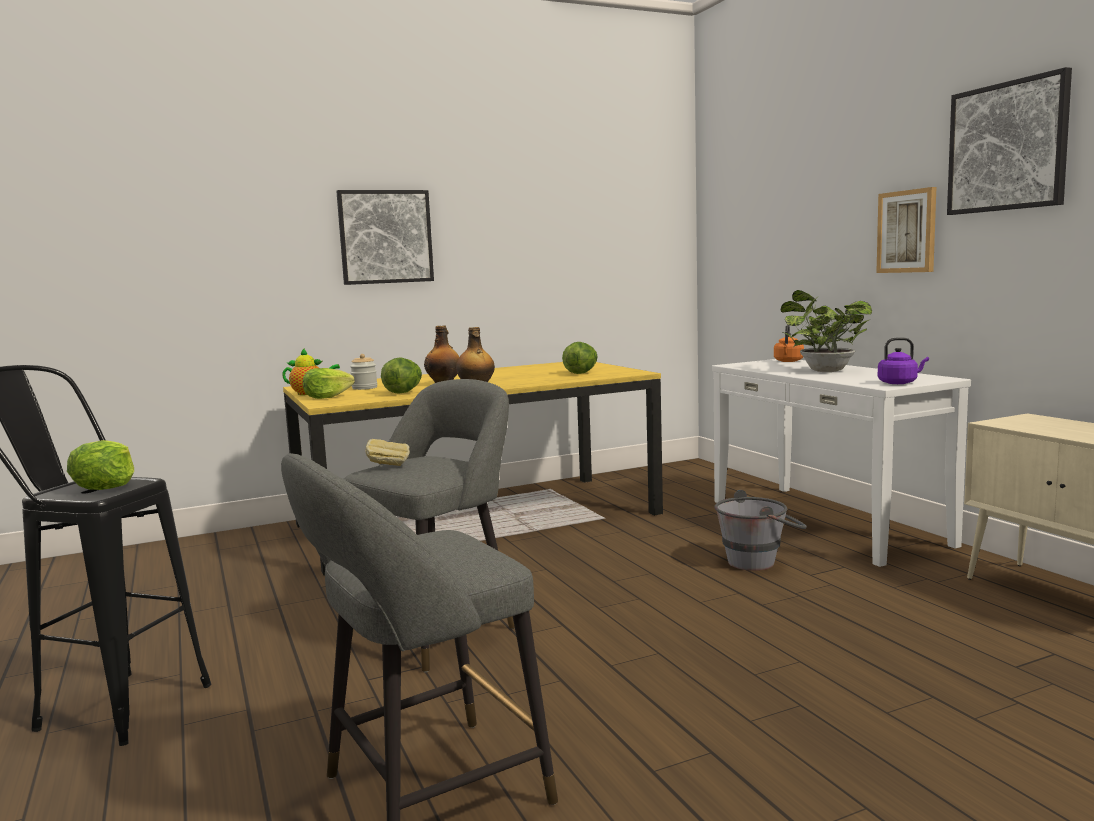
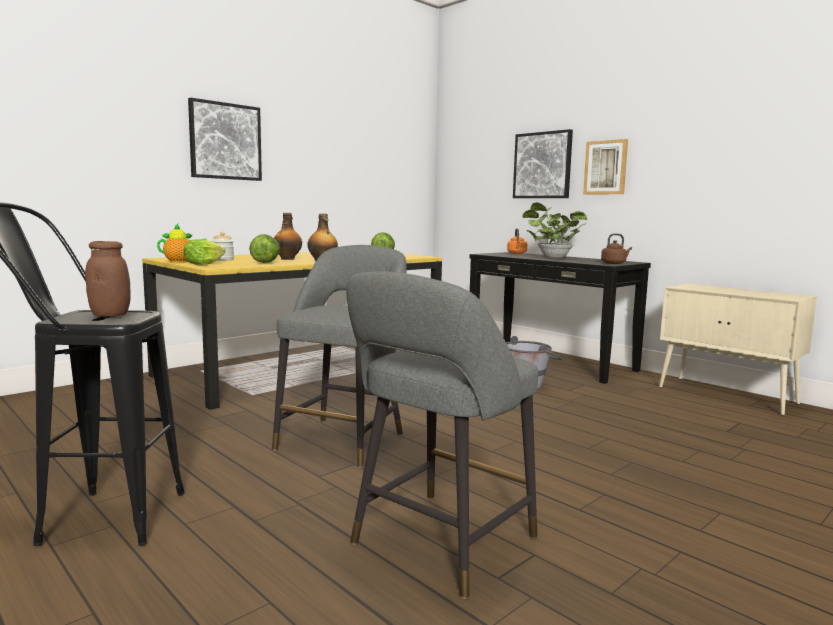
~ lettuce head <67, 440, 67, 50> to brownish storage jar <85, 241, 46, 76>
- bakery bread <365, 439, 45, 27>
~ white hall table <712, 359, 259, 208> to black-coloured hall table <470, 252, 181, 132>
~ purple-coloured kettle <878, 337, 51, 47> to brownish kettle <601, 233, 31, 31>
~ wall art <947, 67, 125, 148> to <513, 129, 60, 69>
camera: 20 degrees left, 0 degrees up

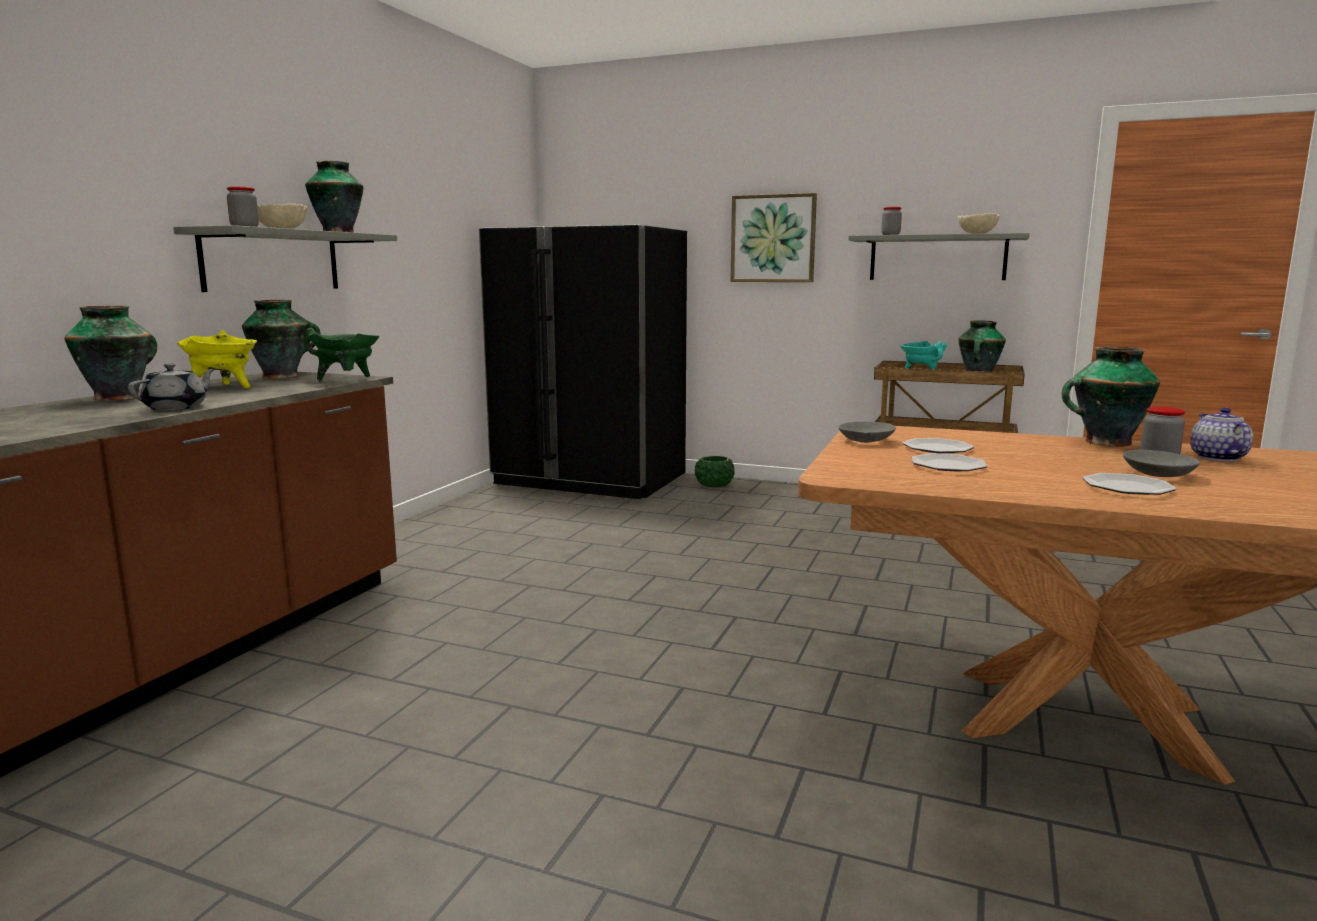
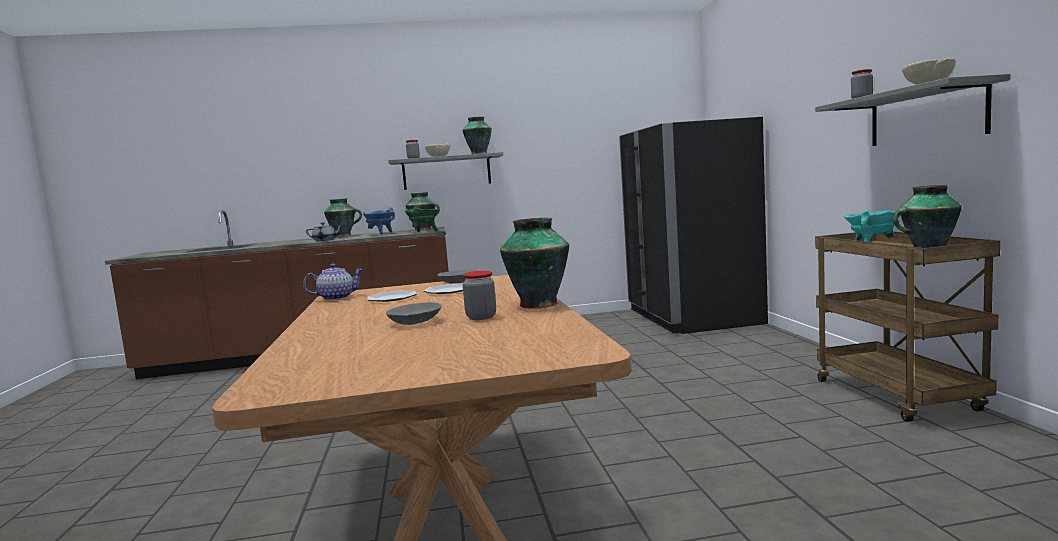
~ yellow-coloured cooking pot <177, 330, 80, 59> to blue cooking pot <363, 208, 32, 26>
- green-coloured planter <695, 456, 40, 31>
- wall art <730, 193, 87, 89>
- flat dish <1082, 473, 95, 22>
~ teapot <1190, 407, 63, 55> to <303, 264, 61, 36>
camera: 60 degrees right, 5 degrees down

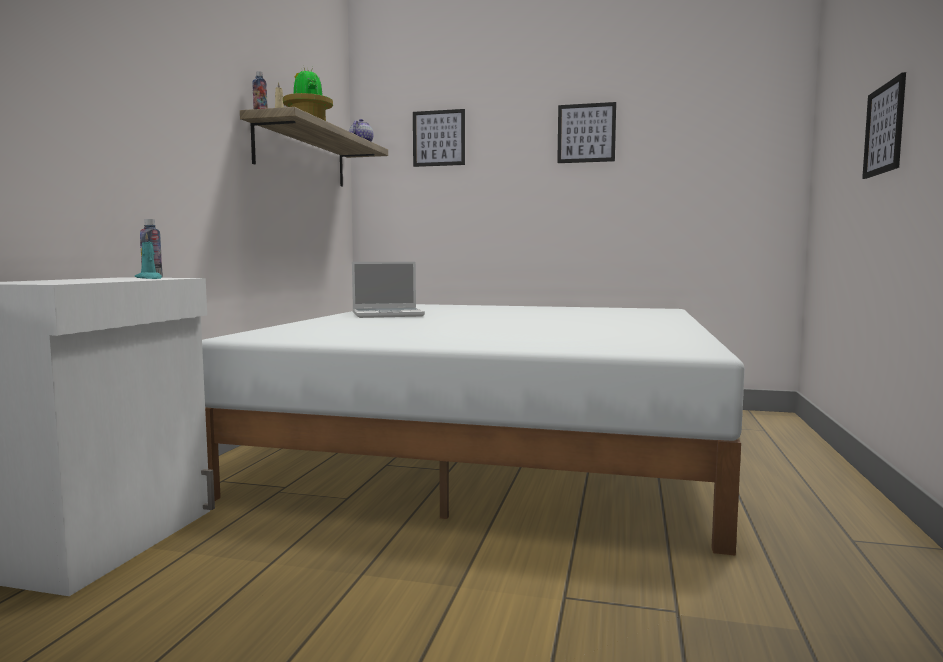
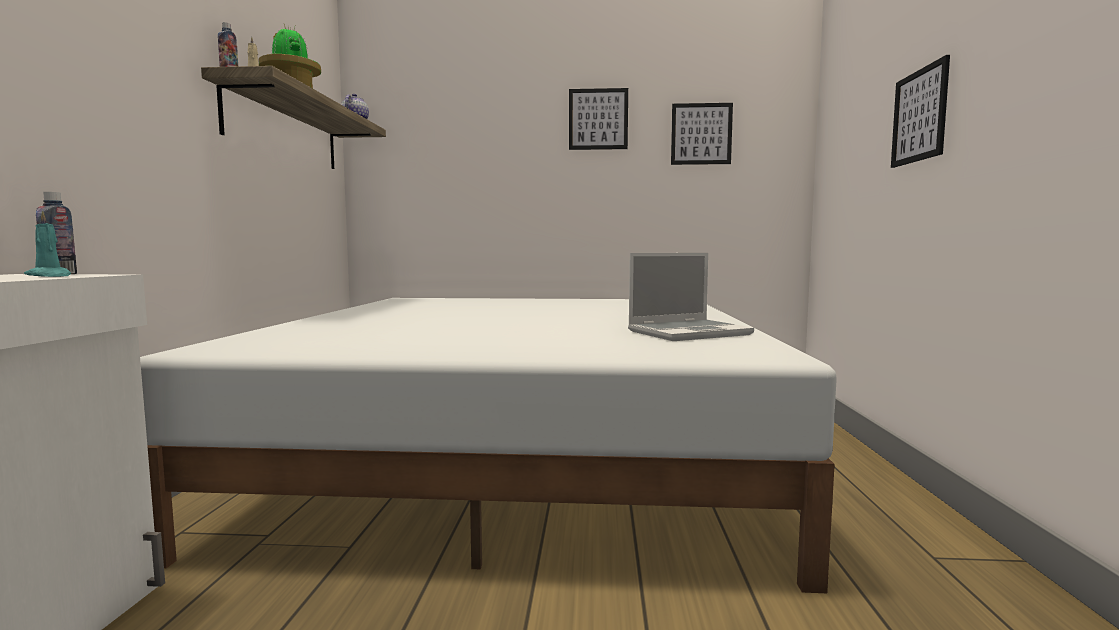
~ notebook computer <352, 262, 73, 56> to <628, 253, 126, 88>
~ wall art <413, 109, 52, 58> to <671, 103, 62, 62>
camera: 10 degrees left, 0 degrees up

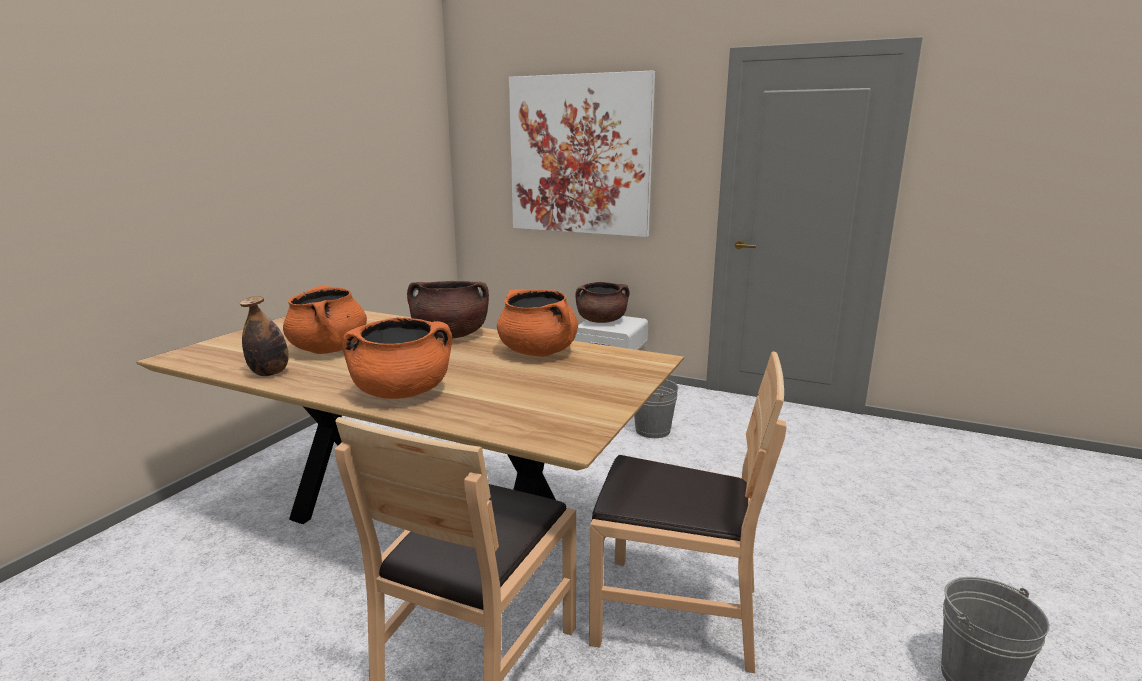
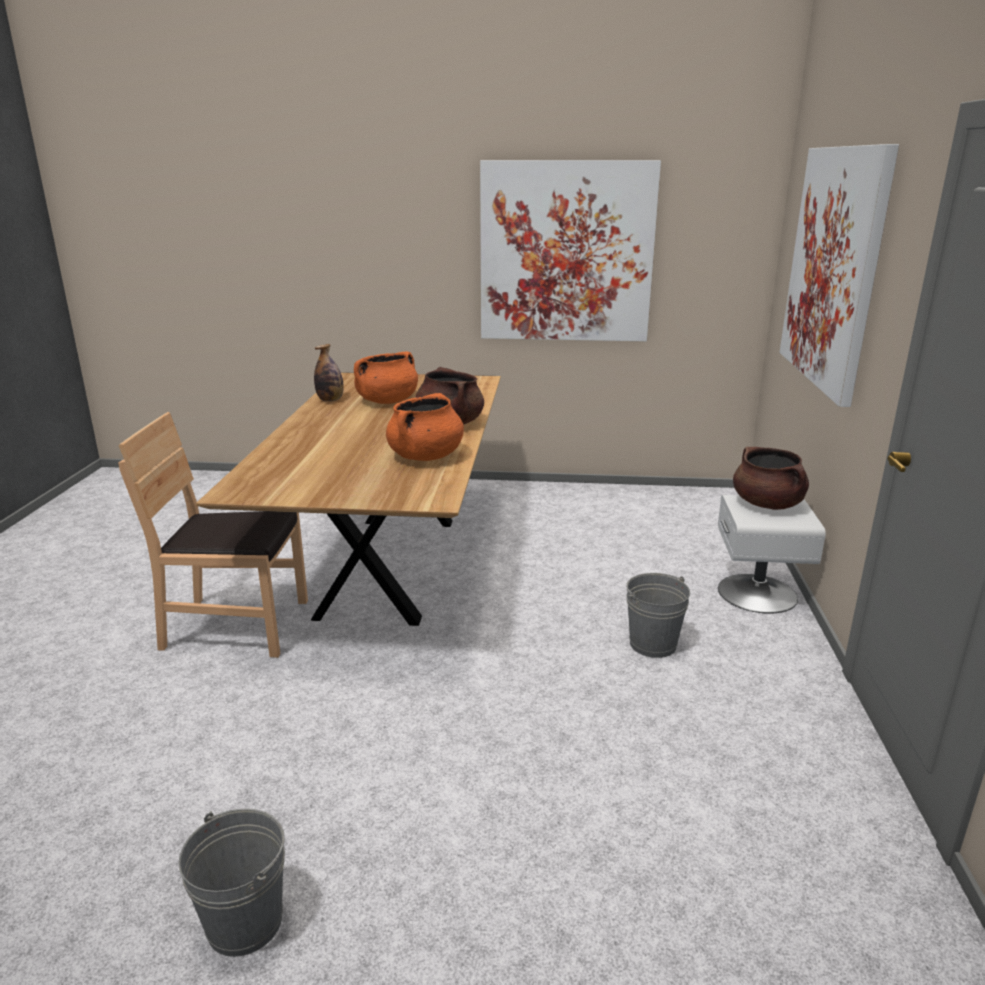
- orangey cooking pot <342, 317, 110, 82>
- brownish upright chair <589, 352, 197, 321>
+ wall art <480, 160, 181, 181>
camera: 70 degrees right, 5 degrees up

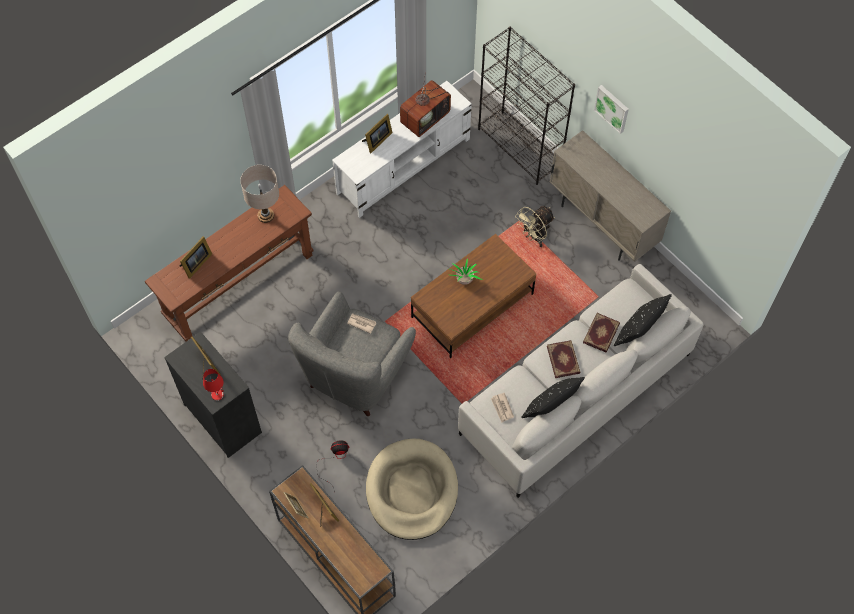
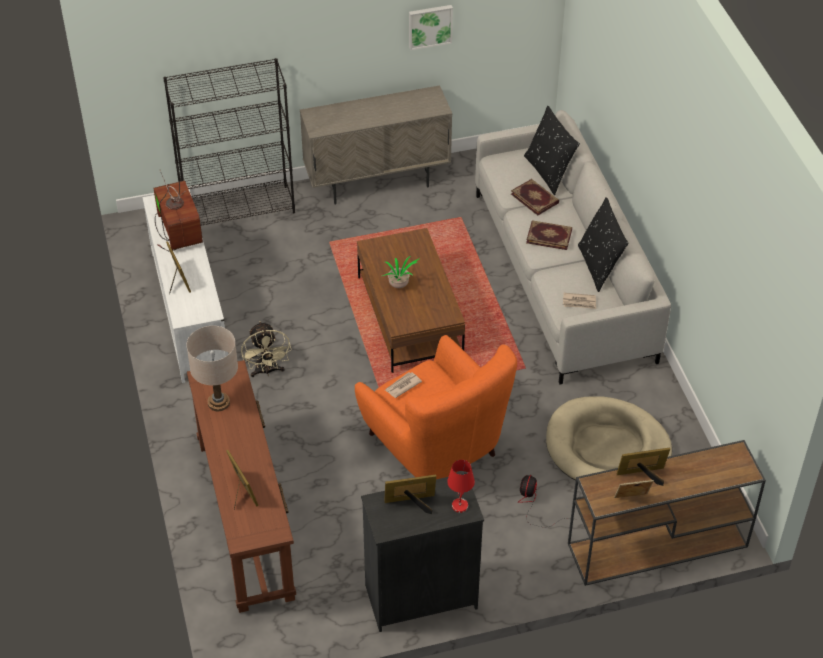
~ greyish lounge chair <288, 291, 128, 125> to orangey lounge chair <355, 335, 162, 144>
~ beige-coloured cooling fan <515, 206, 40, 41> to <241, 321, 50, 56>
~ wall art <594, 85, 35, 49> to <409, 5, 44, 45>
camera: 65 degrees left, 15 degrees down

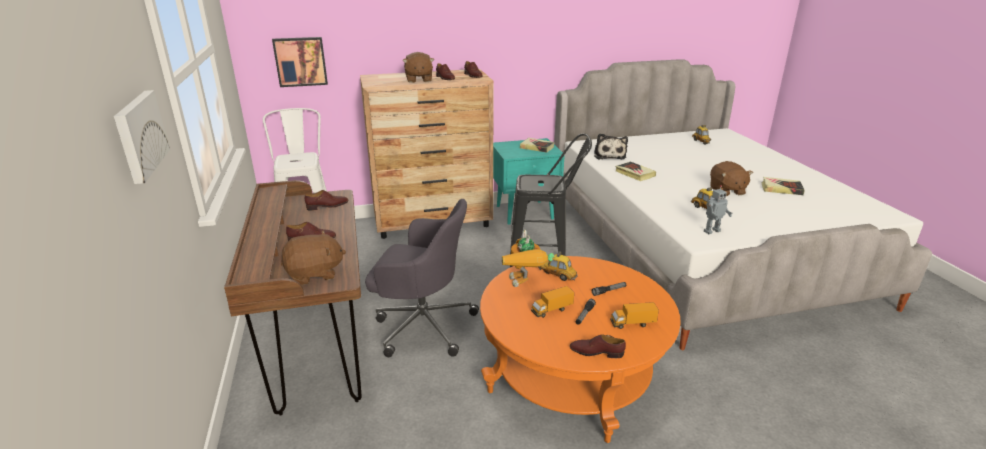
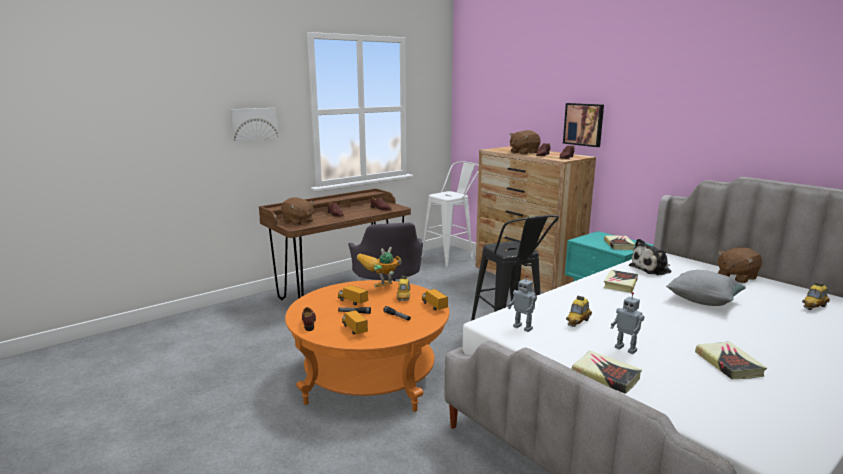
~ wall art <272, 37, 56, 50> to <563, 103, 41, 44>
~ brownish plush toy <710, 161, 43, 35> to <717, 247, 45, 36>
+ model truck <422, 289, 26, 21>
+ bound book <572, 351, 70, 43>
+ toy robot <611, 292, 33, 62>
+ greyish throw pillow <666, 270, 80, 36>
camera: 65 degrees right, 10 degrees down

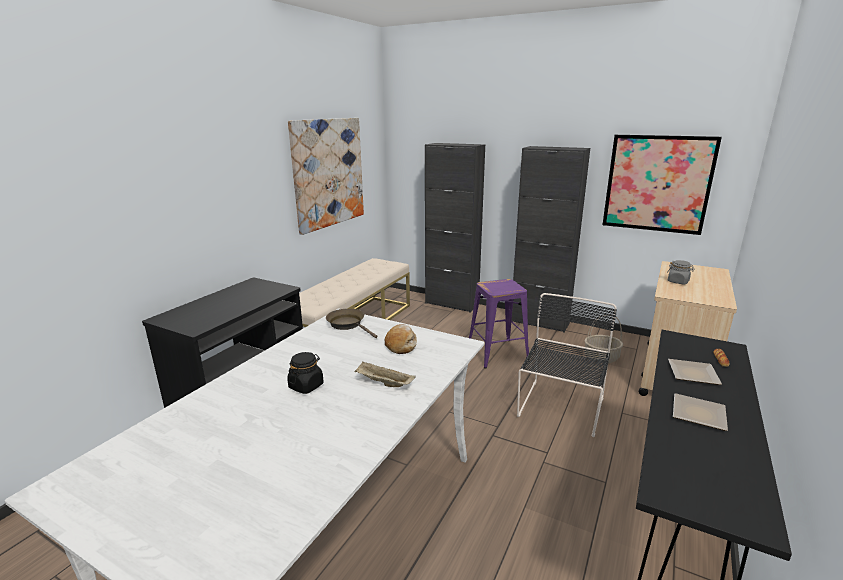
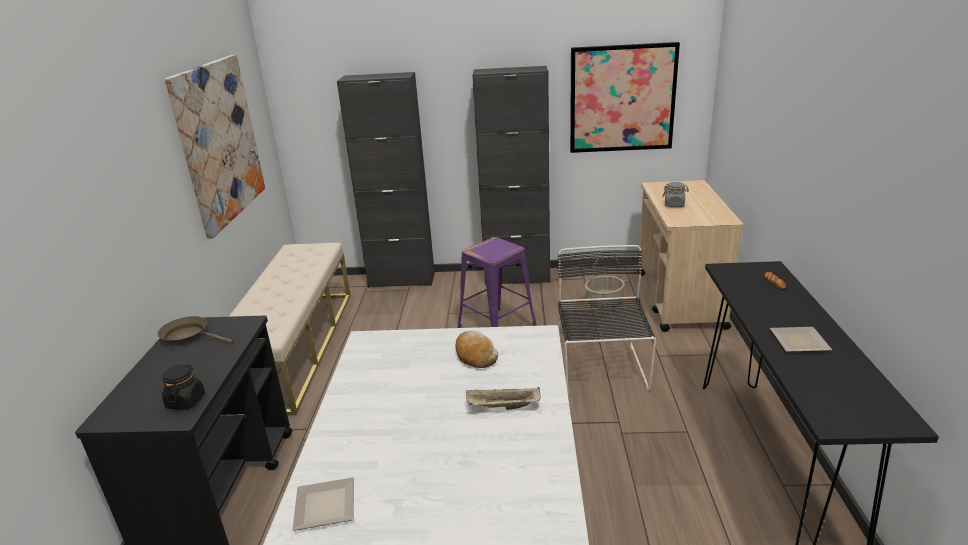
~ black-coloured storage jar <287, 352, 37, 42> to <162, 364, 43, 45>
~ brownish pan <326, 309, 51, 29> to <158, 316, 75, 30>
~ flat dish <668, 359, 54, 26> to <293, 477, 61, 54>
camera: 25 degrees left, 5 degrees up

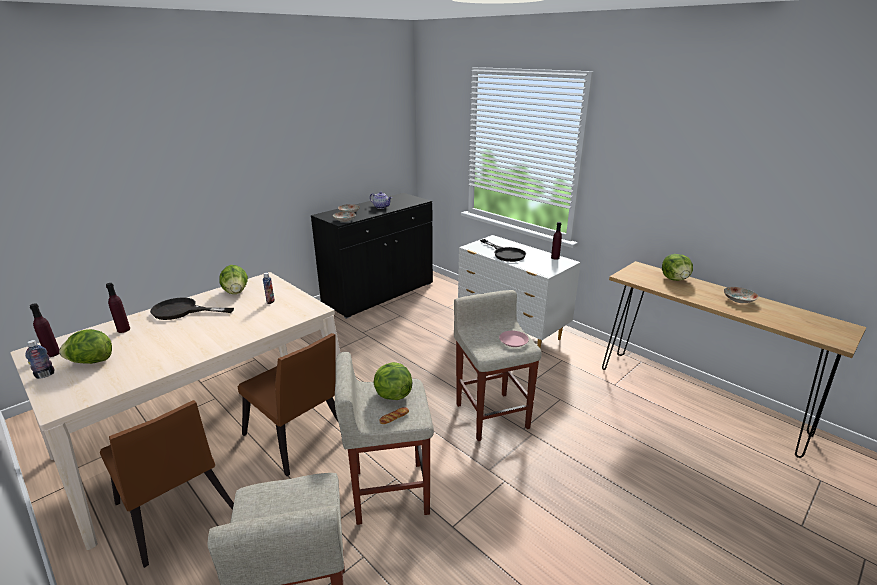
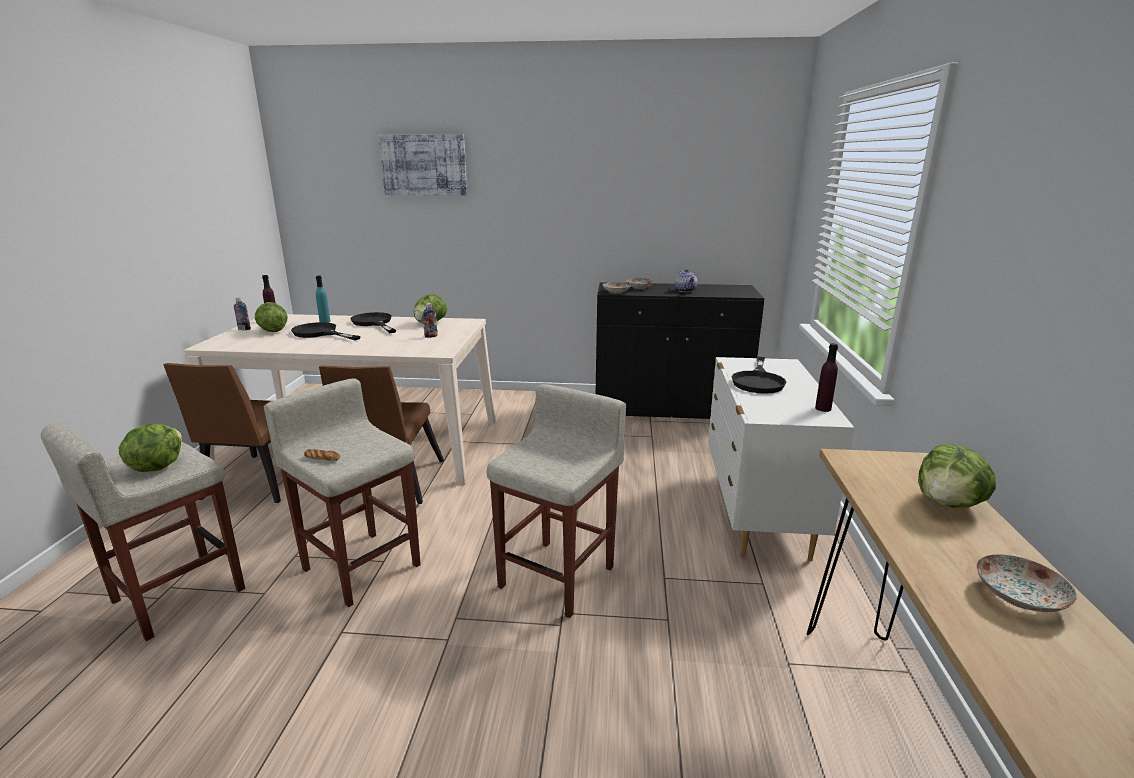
~ purple-coloured drink bottle <106, 283, 24, 50> to turquoise-coloured drink bottle <316, 276, 15, 47>
~ lettuce head <373, 362, 40, 38> to <119, 424, 63, 48>
- pink-coloured flat dish <499, 331, 30, 16>
+ black-coloured pan <291, 322, 70, 18>
+ wall art <379, 135, 88, 61>
camera: 50 degrees right, 5 degrees down

